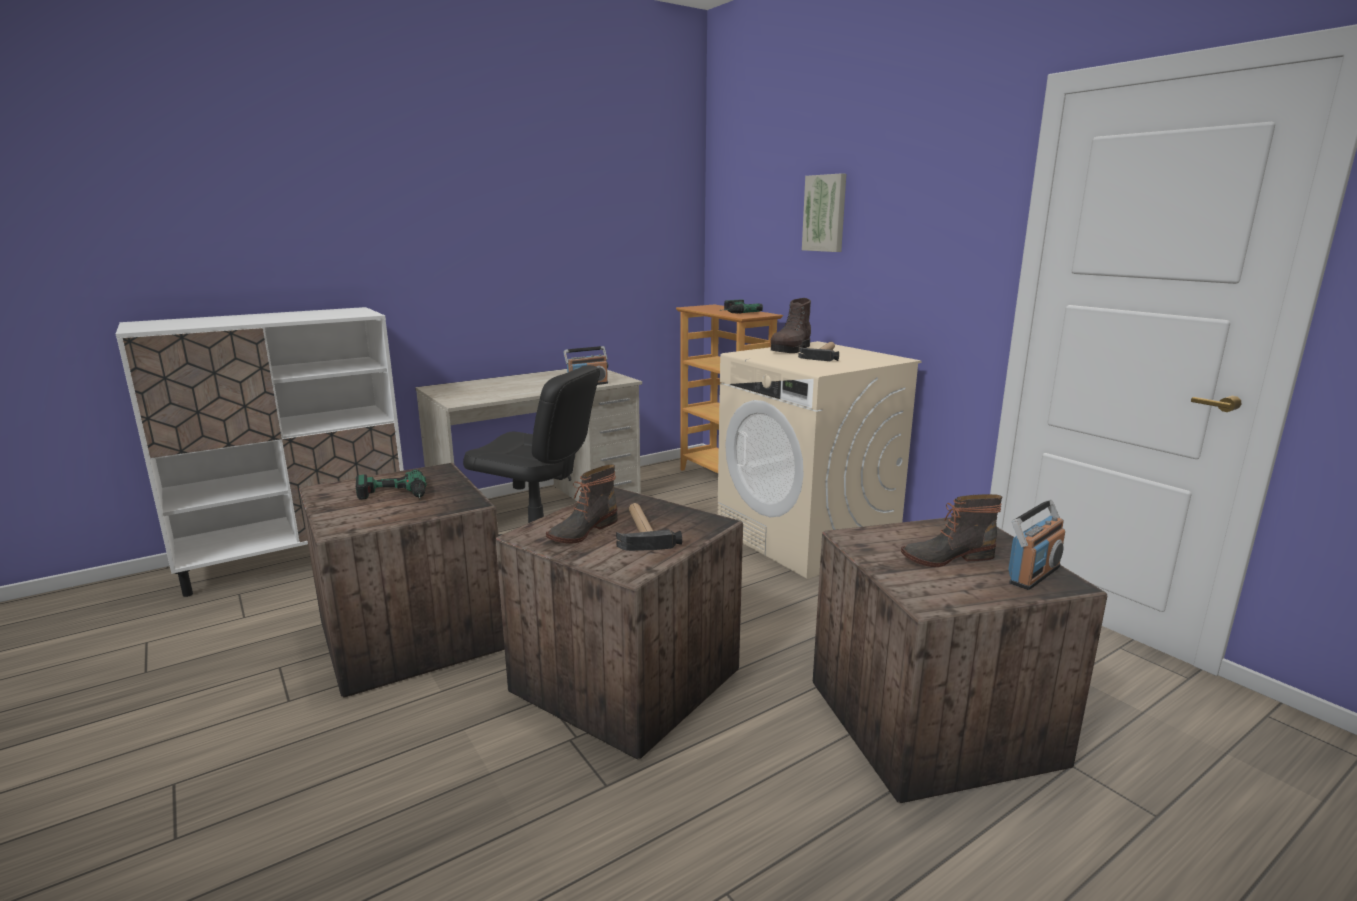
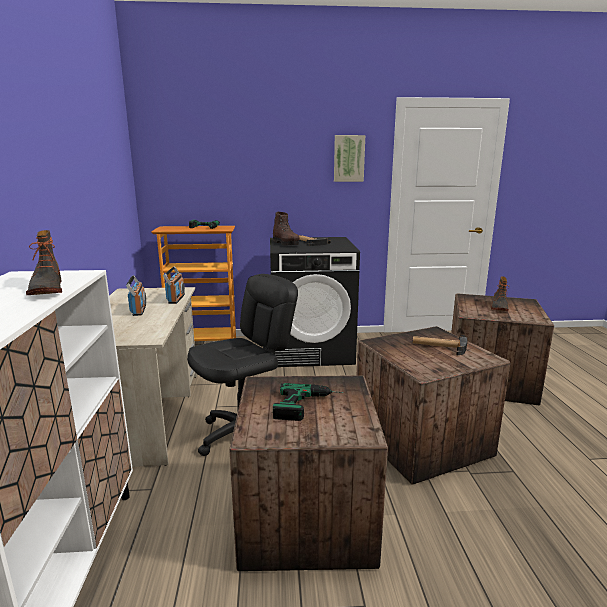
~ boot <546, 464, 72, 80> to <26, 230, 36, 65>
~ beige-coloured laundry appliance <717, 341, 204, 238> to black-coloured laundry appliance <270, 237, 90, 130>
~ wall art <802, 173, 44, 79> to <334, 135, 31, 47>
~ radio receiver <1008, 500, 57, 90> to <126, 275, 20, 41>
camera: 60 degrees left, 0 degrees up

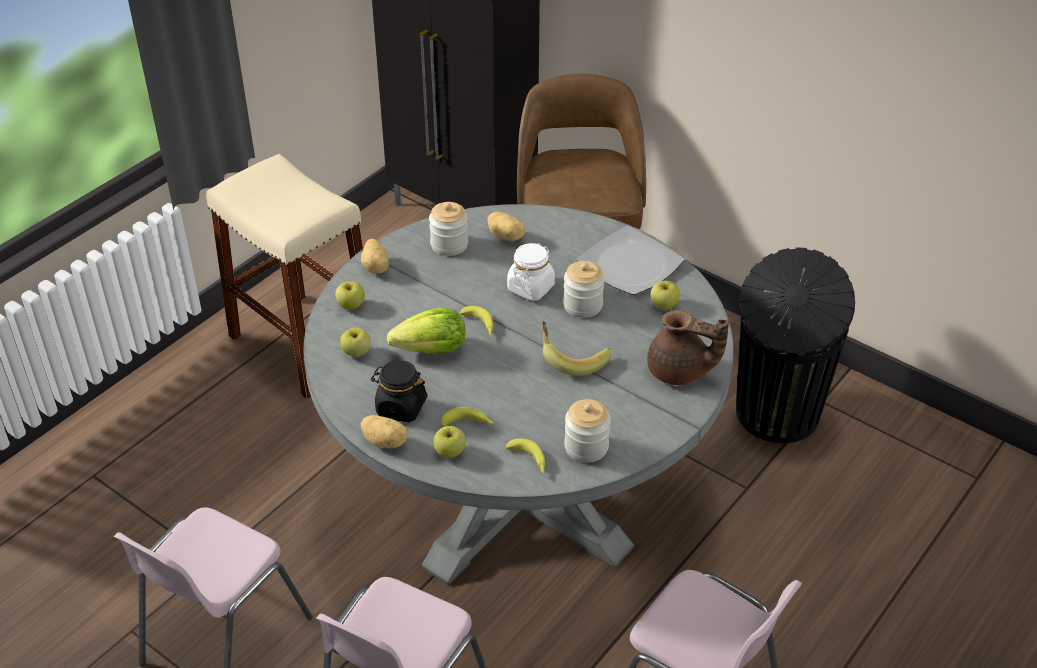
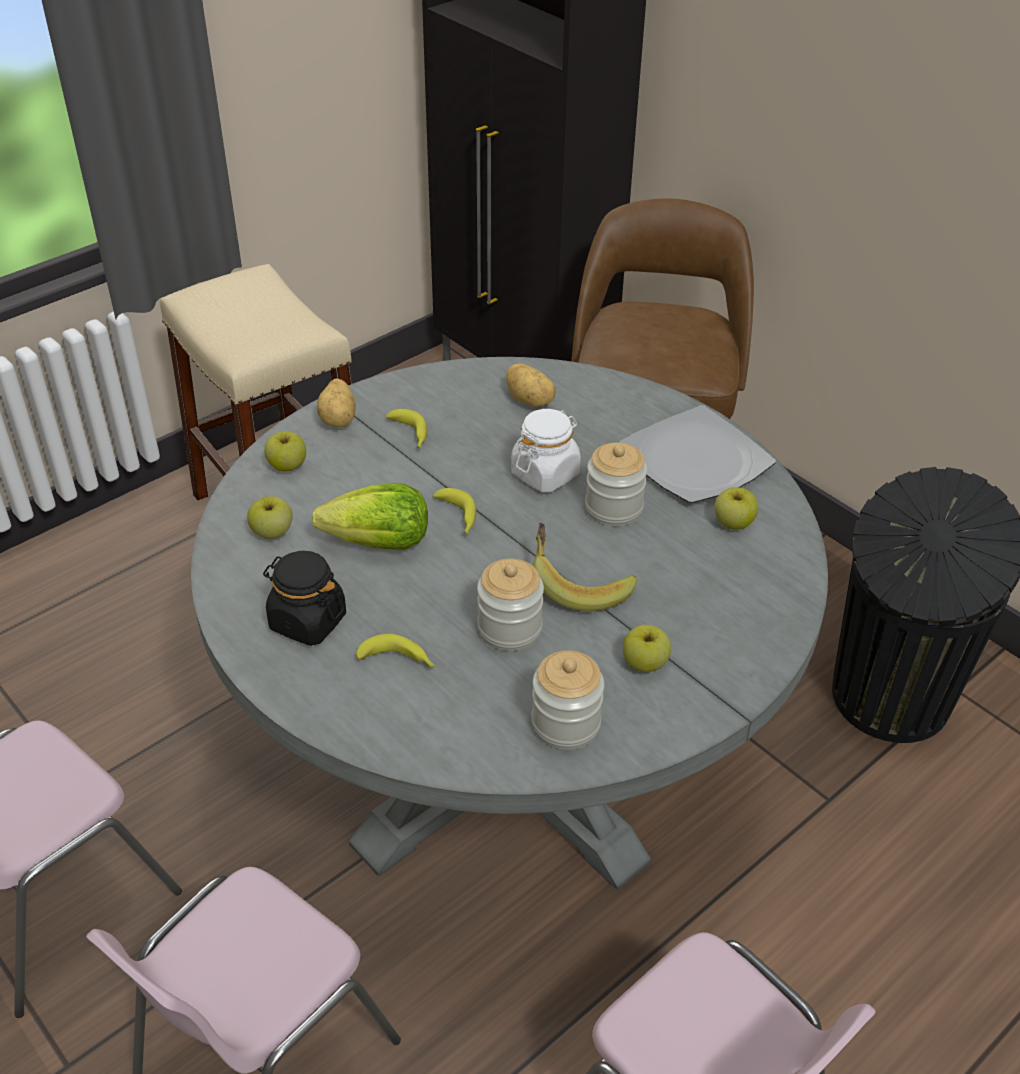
- potato <361, 415, 47, 33>
~ storage jar <429, 202, 39, 54> to <477, 558, 67, 93>
~ apple <433, 426, 33, 32> to <623, 625, 48, 47>
~ banana <506, 439, 39, 35> to <386, 409, 41, 39>
- brownish teapot <647, 310, 82, 75>
camera: 10 degrees right, 0 degrees up

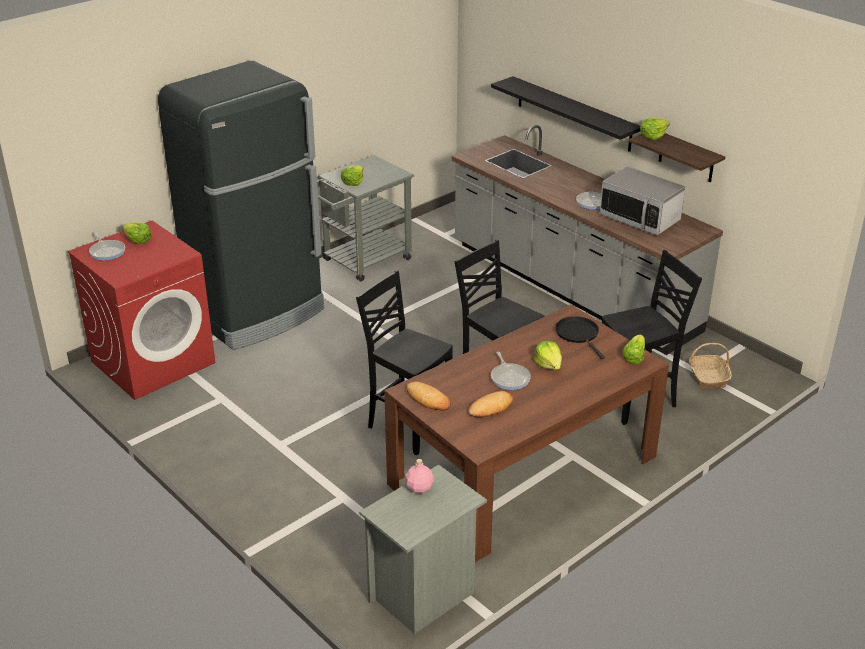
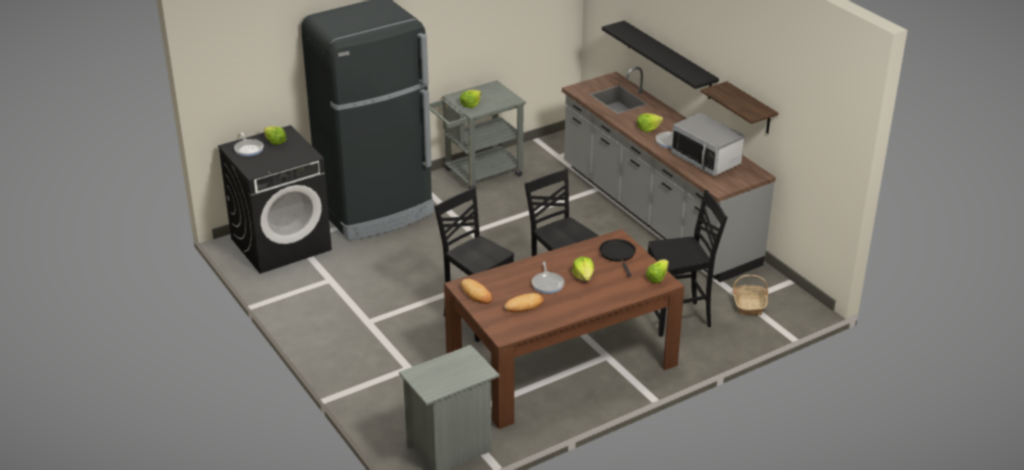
~ reddish laundry appliance <68, 220, 147, 180> to black-coloured laundry appliance <218, 125, 114, 149>
- pink-coloured drink bottle <405, 459, 29, 34>
~ lettuce head <640, 118, 30, 22> to <637, 113, 26, 19>
camera: 10 degrees right, 0 degrees up

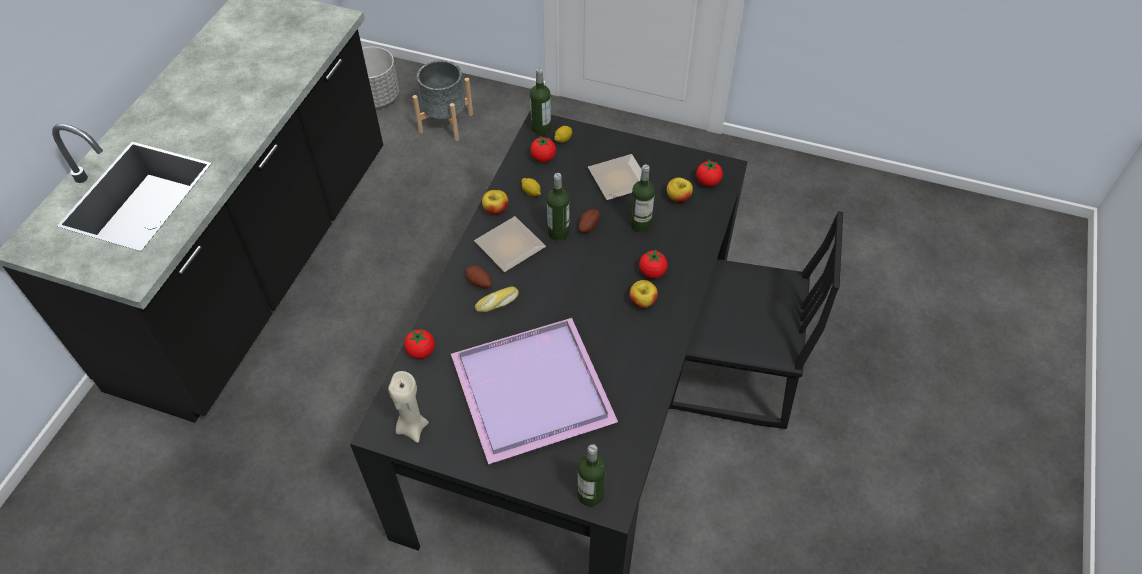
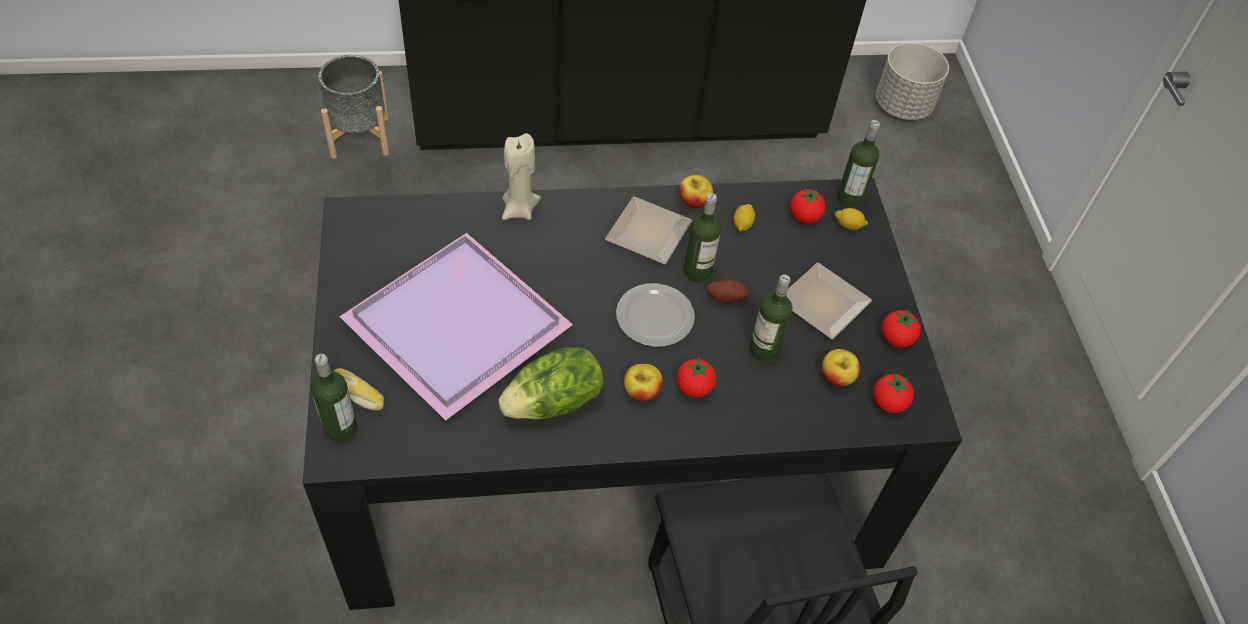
~ beige-coloured candle <388, 371, 41, 72> to <502, 133, 39, 87>
~ whole tomato <404, 329, 31, 30> to <882, 310, 39, 37>
~ greyish planter <413, 60, 60, 81> to <318, 55, 71, 104>
- potato <466, 266, 26, 22>
~ bakery bread <475, 287, 44, 25> to <334, 368, 50, 42>
+ lettuce head <498, 347, 106, 72>
+ flat dish <616, 283, 79, 64>
camera: 60 degrees right, 0 degrees up

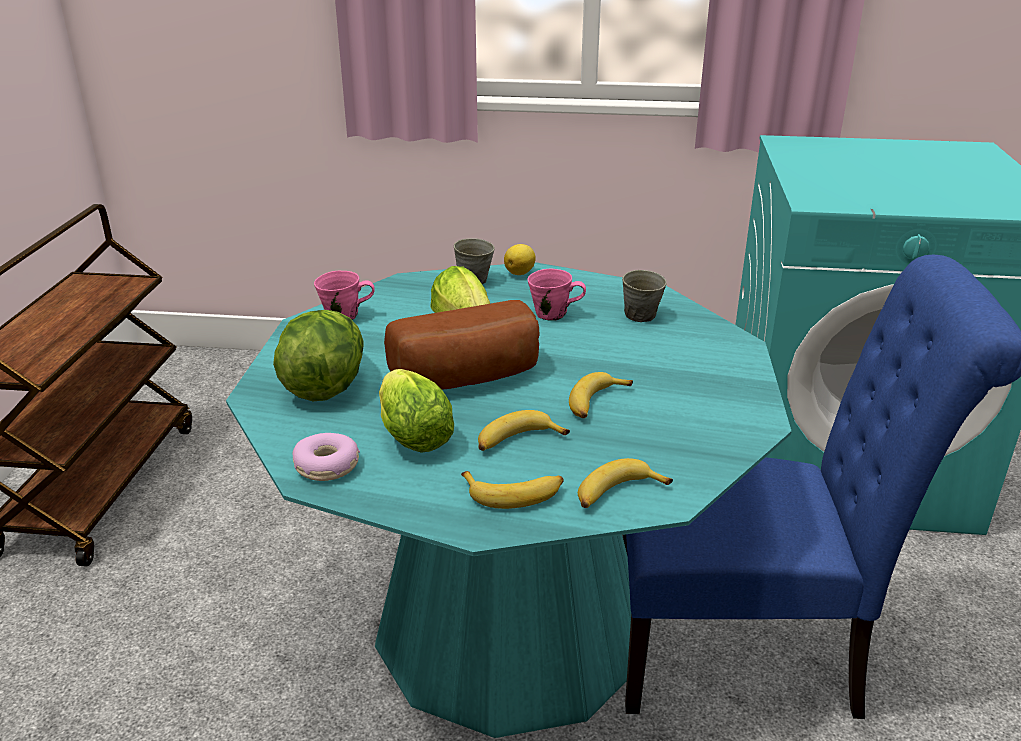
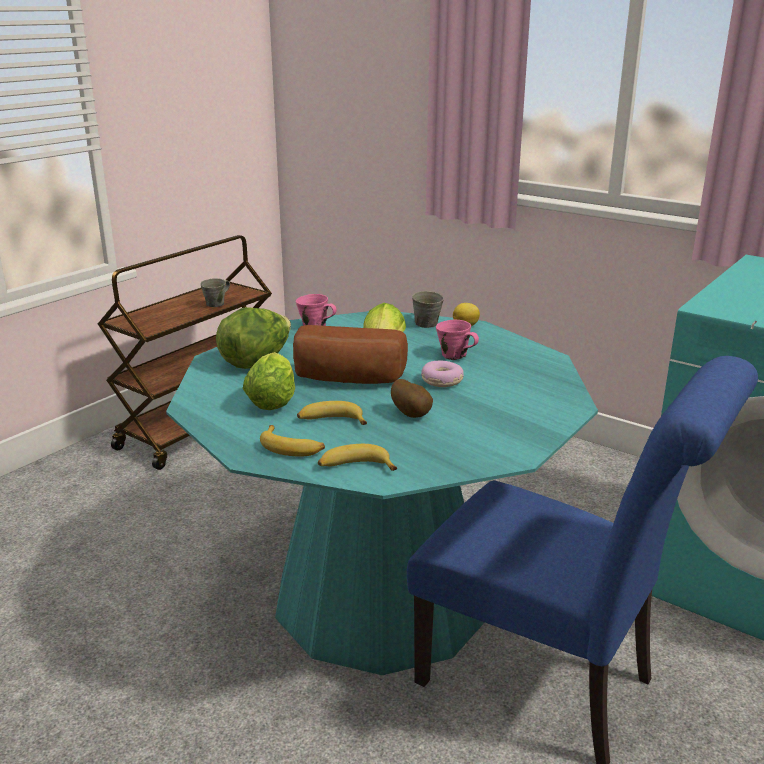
~ ring doughnut <293, 433, 67, 48> to <421, 361, 43, 26>
~ banana <569, 372, 64, 46> to potato <391, 379, 42, 39>
~ greyish tea mug <622, 270, 45, 52> to <200, 278, 30, 29>
camera: 30 degrees right, 5 degrees down

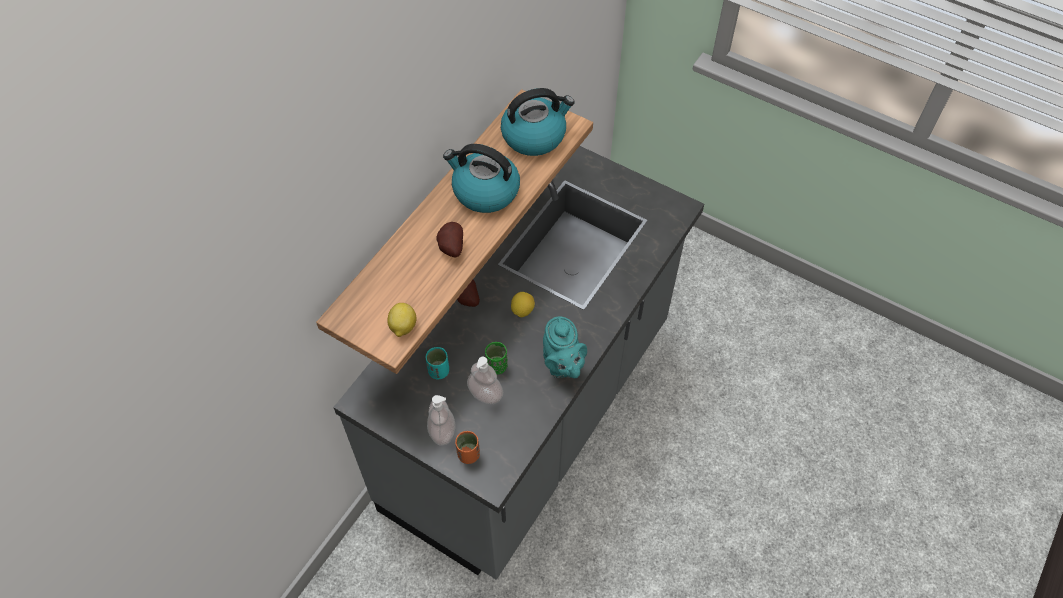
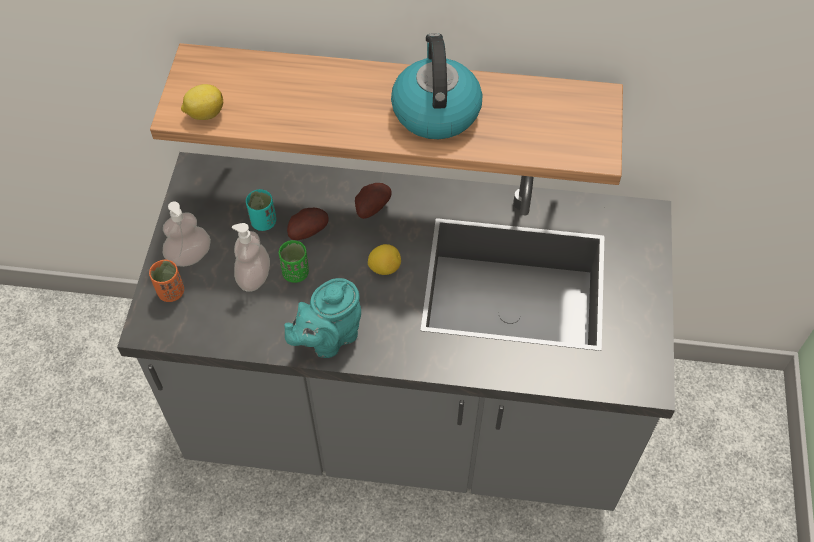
~ potato <436, 222, 27, 35> to <287, 208, 42, 32>
- kettle <501, 88, 74, 68>
camera: 65 degrees right, 0 degrees up

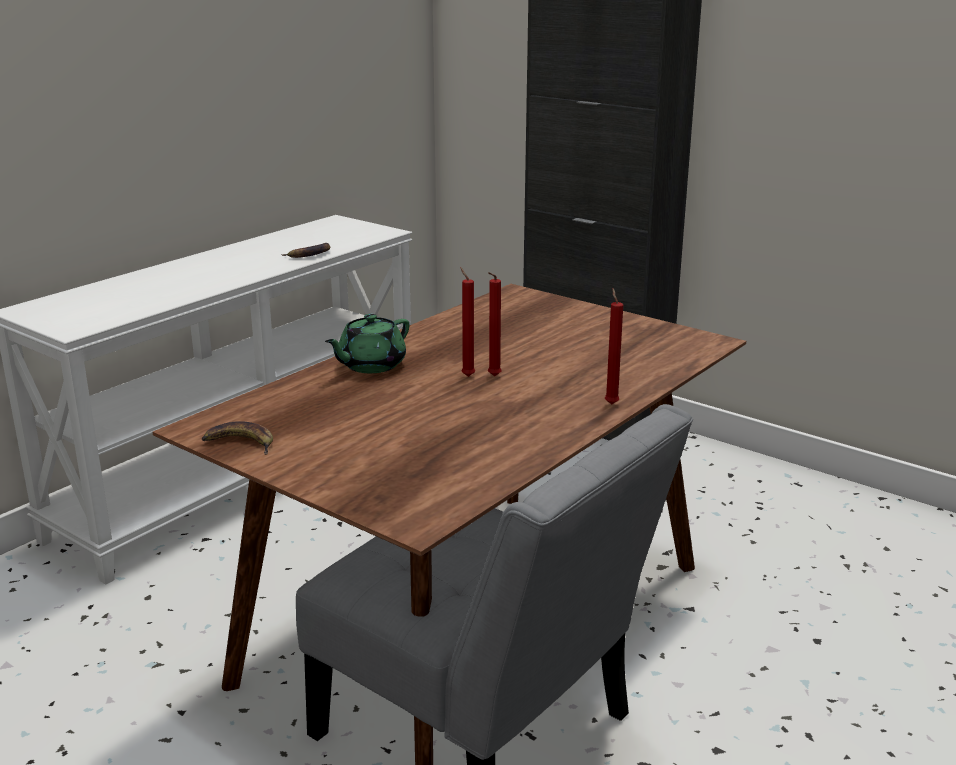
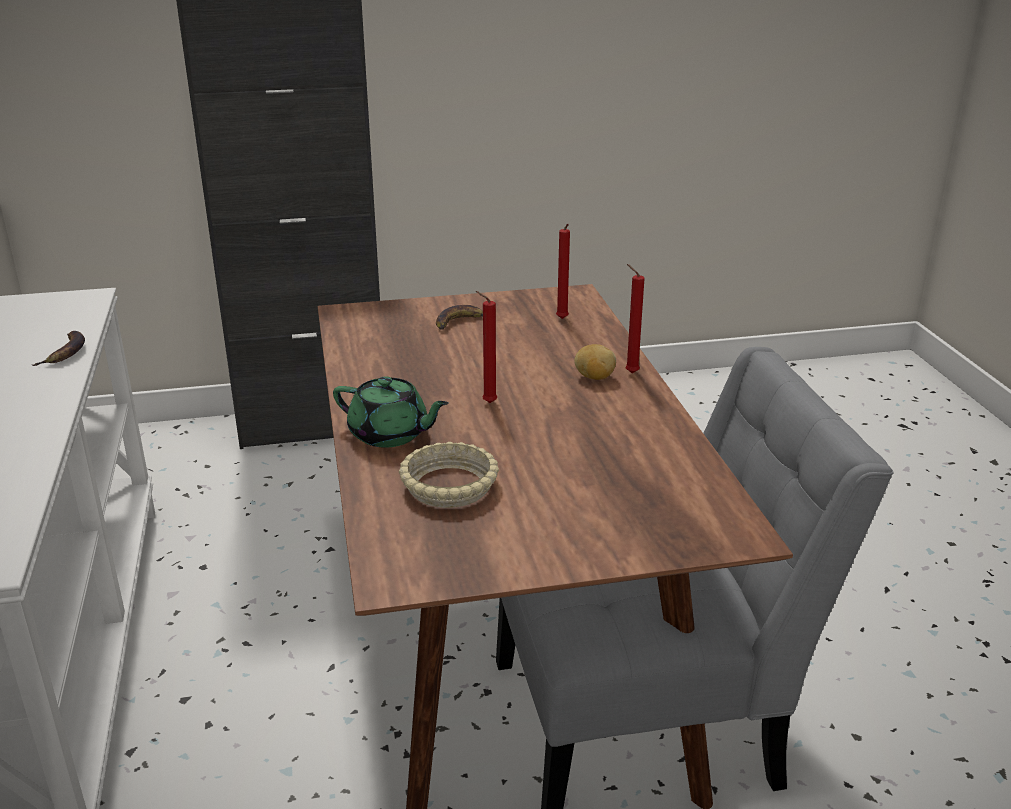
~ banana <202, 421, 71, 34> to <436, 305, 47, 25>
~ green-coloured teapot <325, 314, 84, 59> = <333, 377, 116, 71> 60 degrees counterclockwise
~ reddish candle <488, 272, 14, 104> to <556, 224, 14, 95>
+ beige-coloured serving bowl <399, 441, 100, 67>
+ potato <574, 344, 42, 36>
camera: 50 degrees left, 5 degrees up

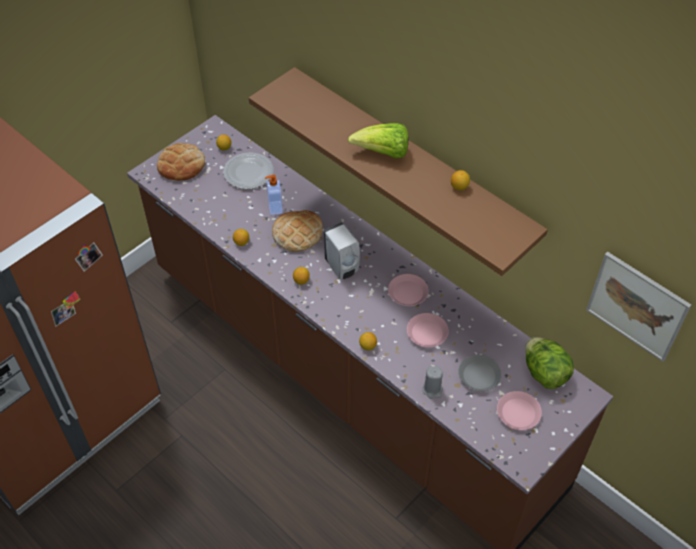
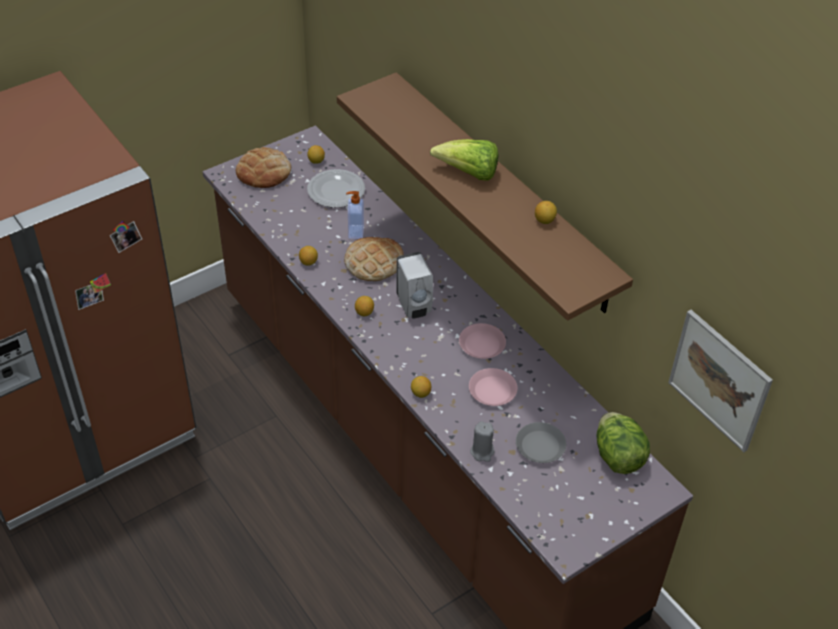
- pink-coloured flat dish <497, 391, 45, 39>
camera: 10 degrees right, 5 degrees down

